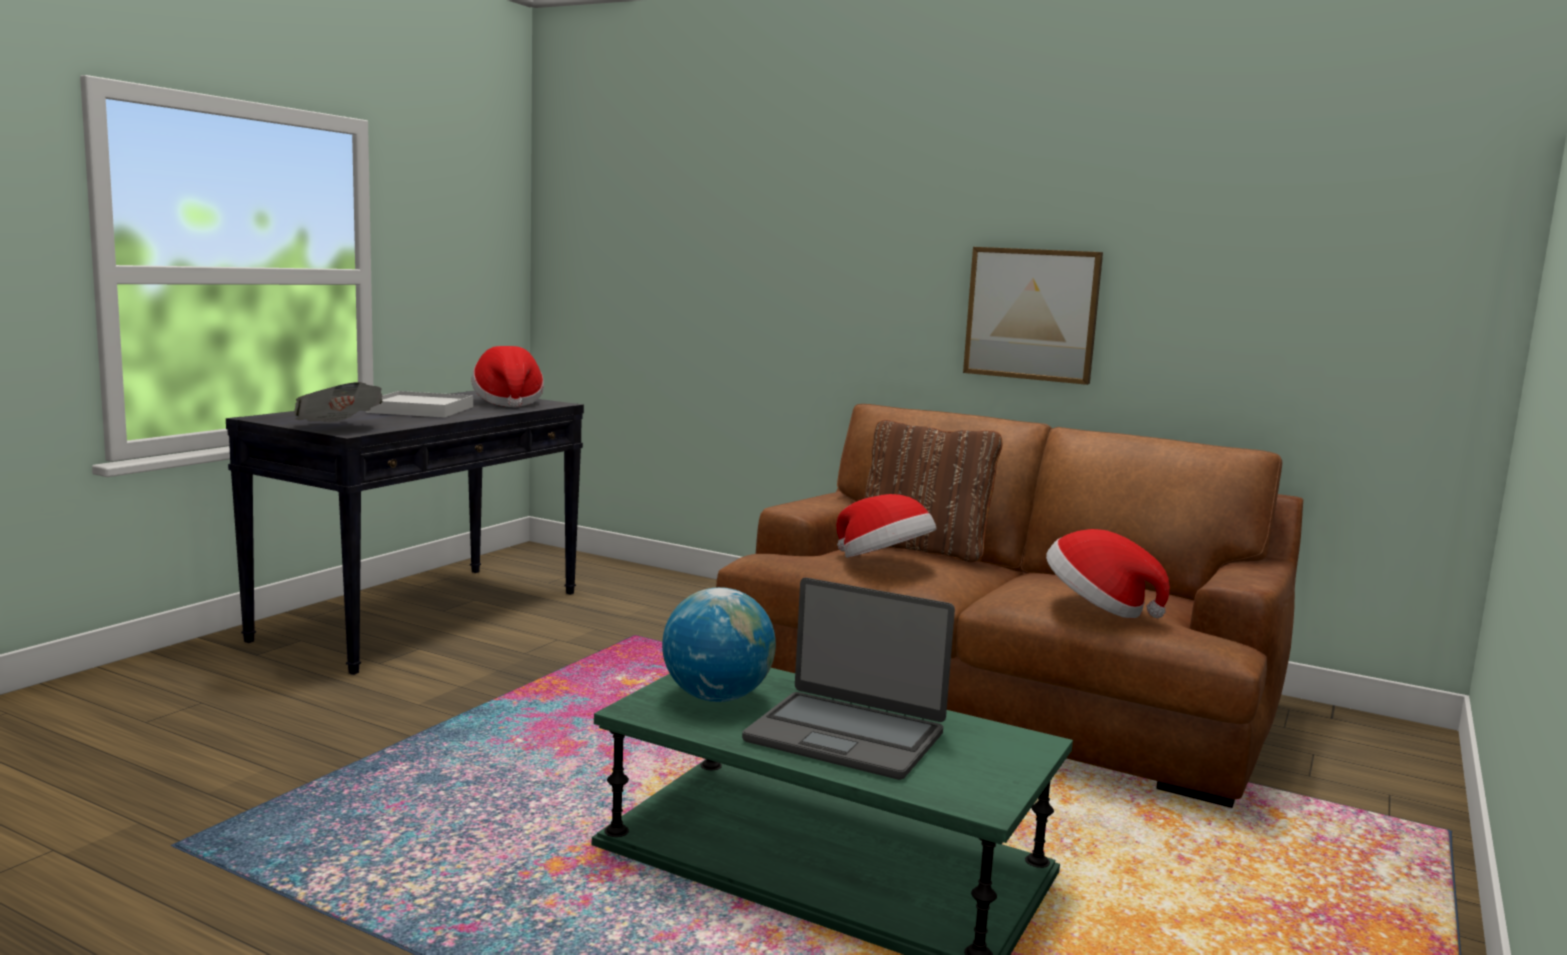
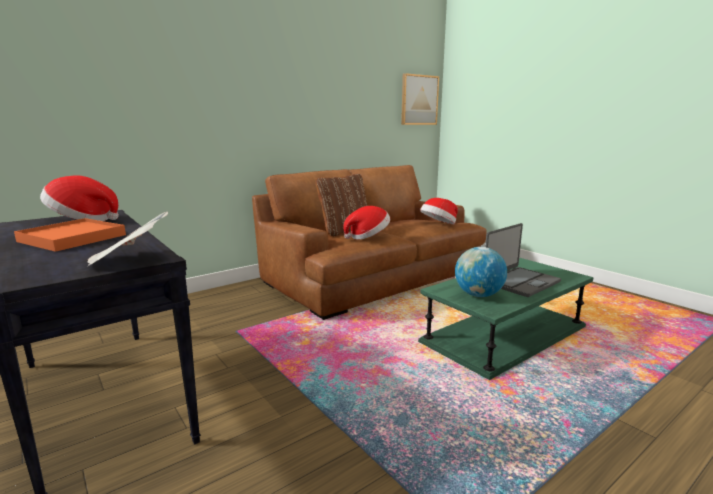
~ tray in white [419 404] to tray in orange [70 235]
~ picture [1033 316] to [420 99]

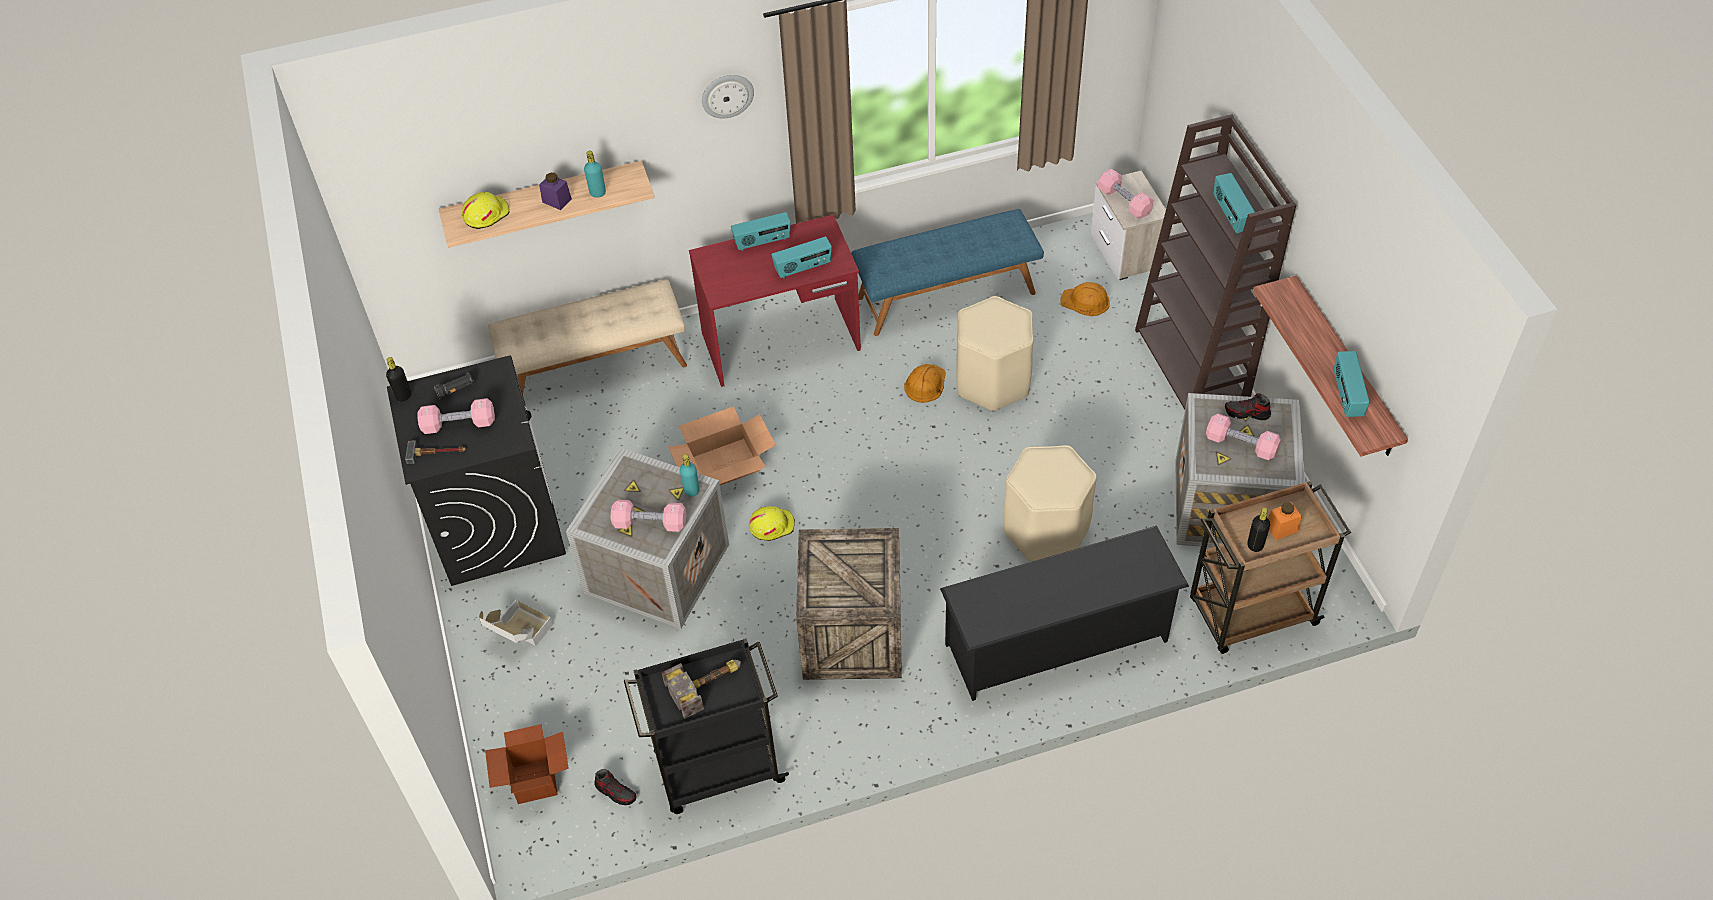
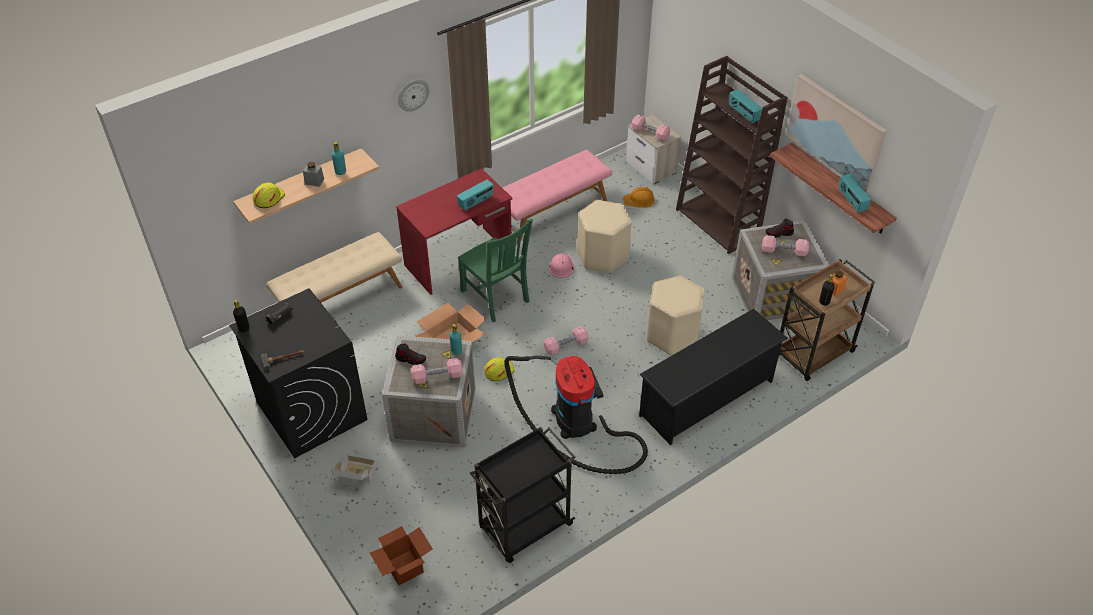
~ jar in purple [555 191] to jar in grey [313 174]
~ shoe [615 787] to [410 354]
+ chair in green [495 270]
~ bench in blue [947 272] to bench in pink [557 197]
~ crate [849 604] to vacuum cleaner [576 414]
~ dumbbell in pink [456 416] to [566 341]
~ hard hat in orange [925 383] to hard hat in pink [561 265]
+ picture [836 133]
- hammer [701 689]
- radio [761 231]

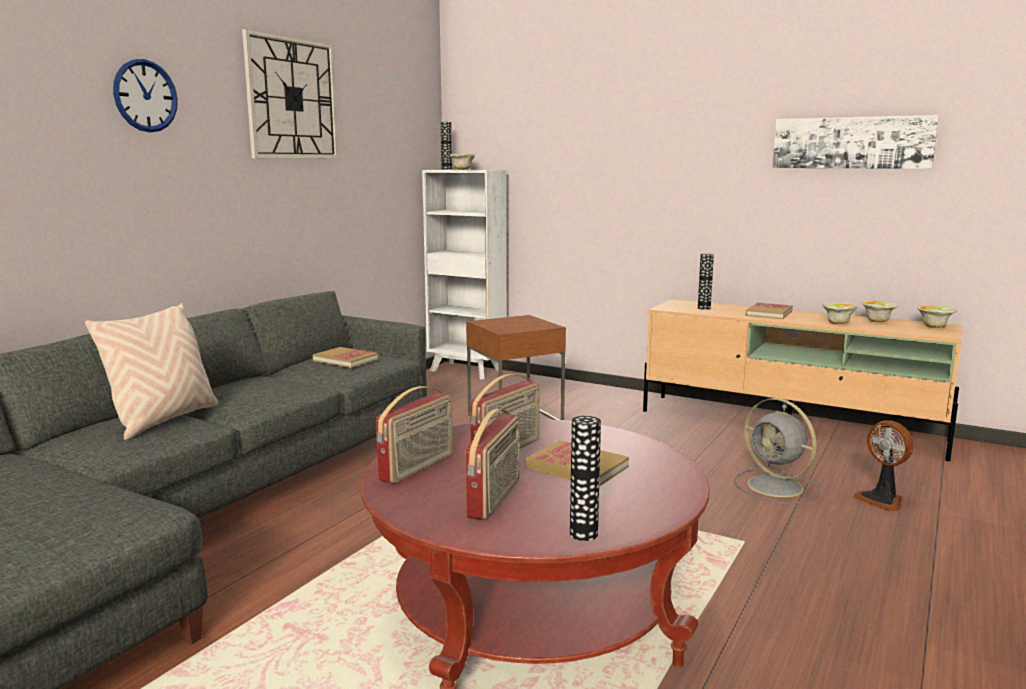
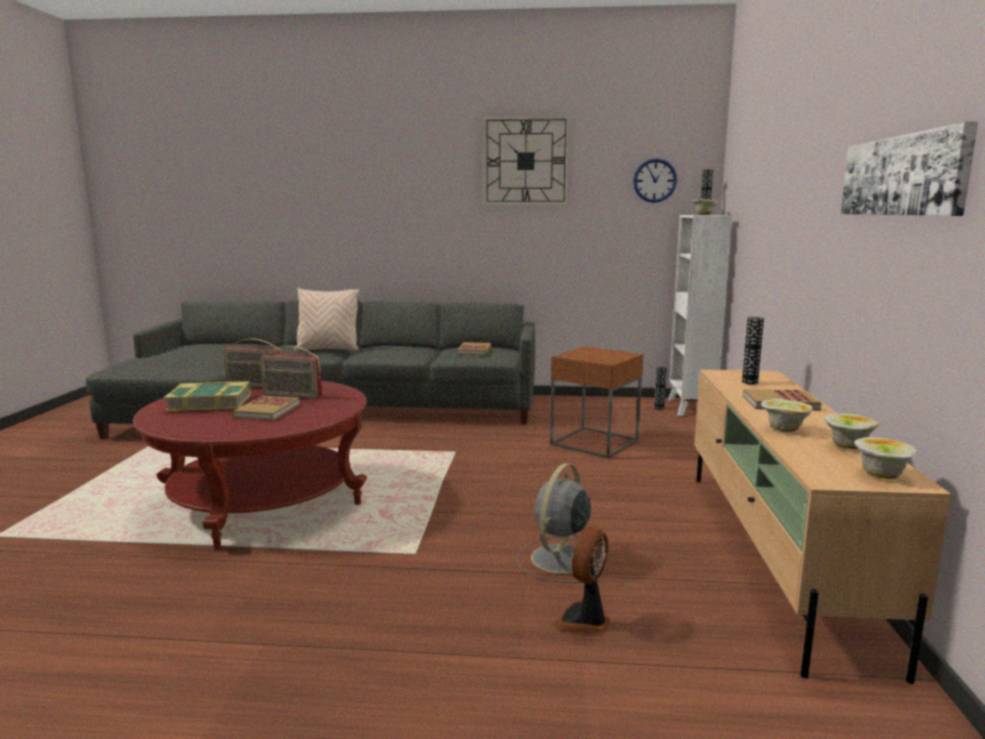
~ radio [492 464] to book [207 396]
~ wall clock [145 95] to [655 180]
~ vase [585 478] to [660 388]

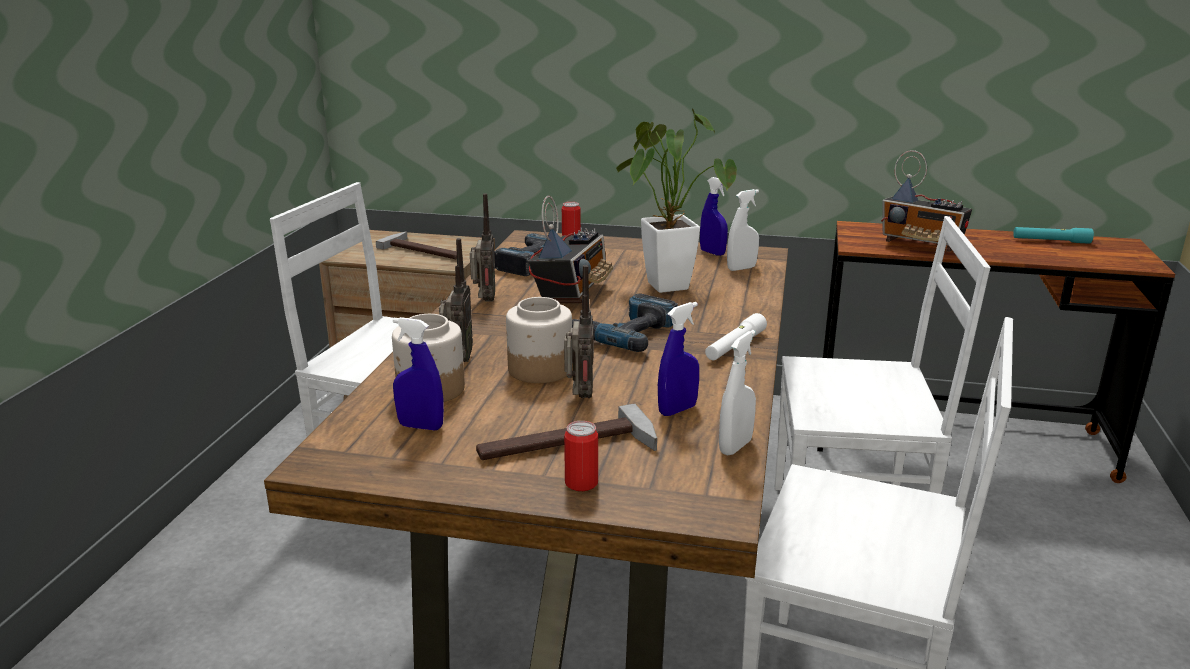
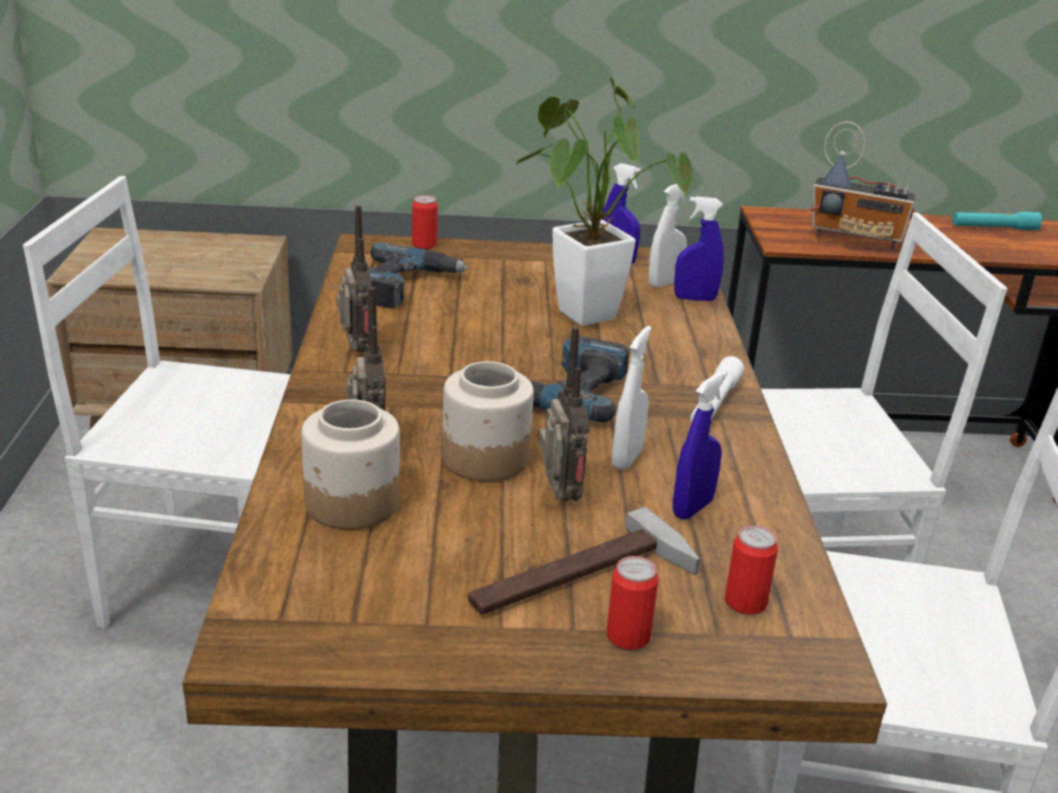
~ spray bottle in white [737 393] to [632 398]
~ spray bottle in blue [418 373] to [699 248]
+ can [751 570]
- hammer [416 245]
- radio [570 249]

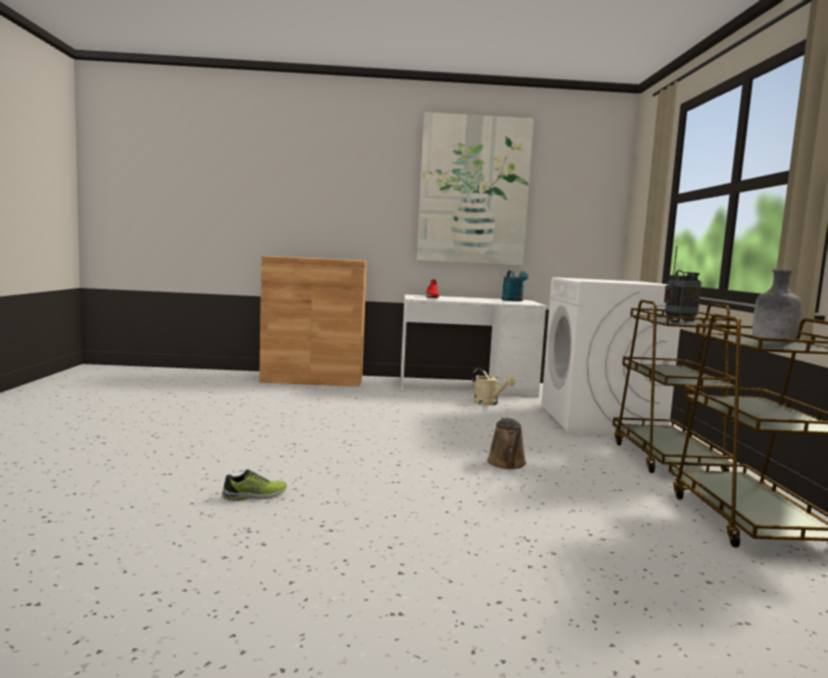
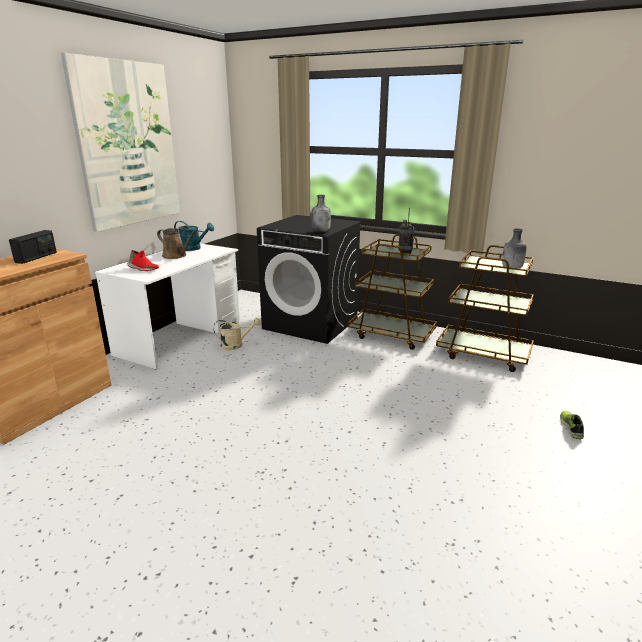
+ radio [33 247]
~ watering can in brown [506 443] to [177 243]
~ washing machine in white [610 356] to washing machine in black [309 279]
+ bottle in grey [321 214]
~ shoe [254 485] to [572 425]

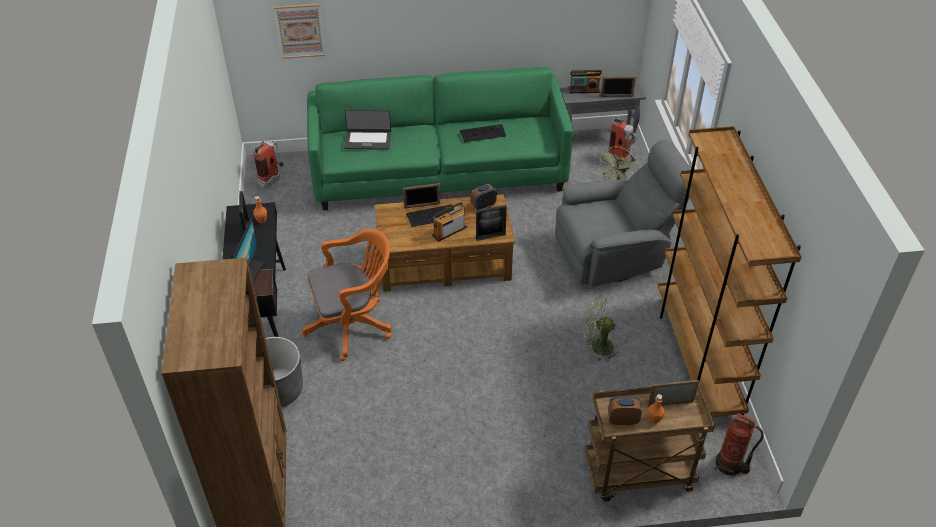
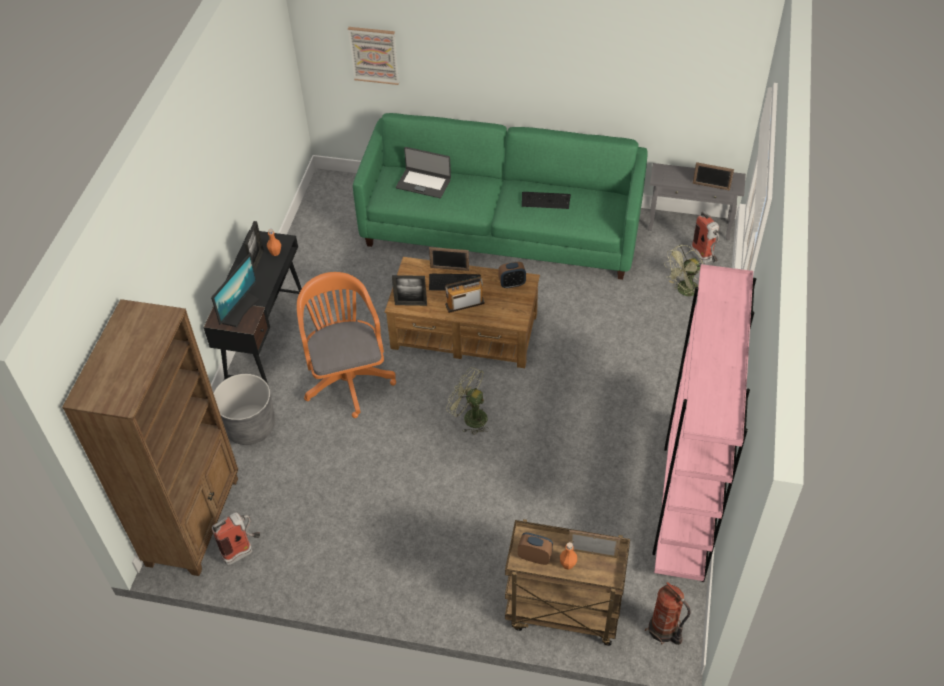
~ fire extinguisher [268 164] to [236 538]
~ office chair in orange [347 294] = [346 345] 105 degrees counterclockwise
~ picture frame [491 223] to [409 290]
~ fan in green [601 329] to [467 401]
~ bookcase in brown [730 271] to bookcase in pink [704 423]
- armchair in grey [623 213]
- radio [585 81]

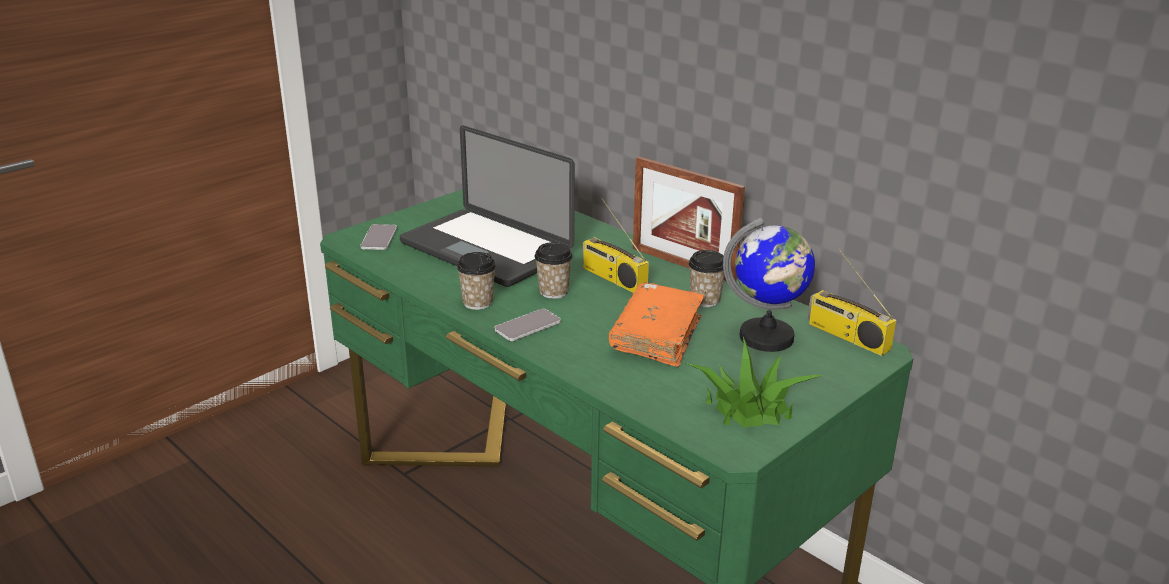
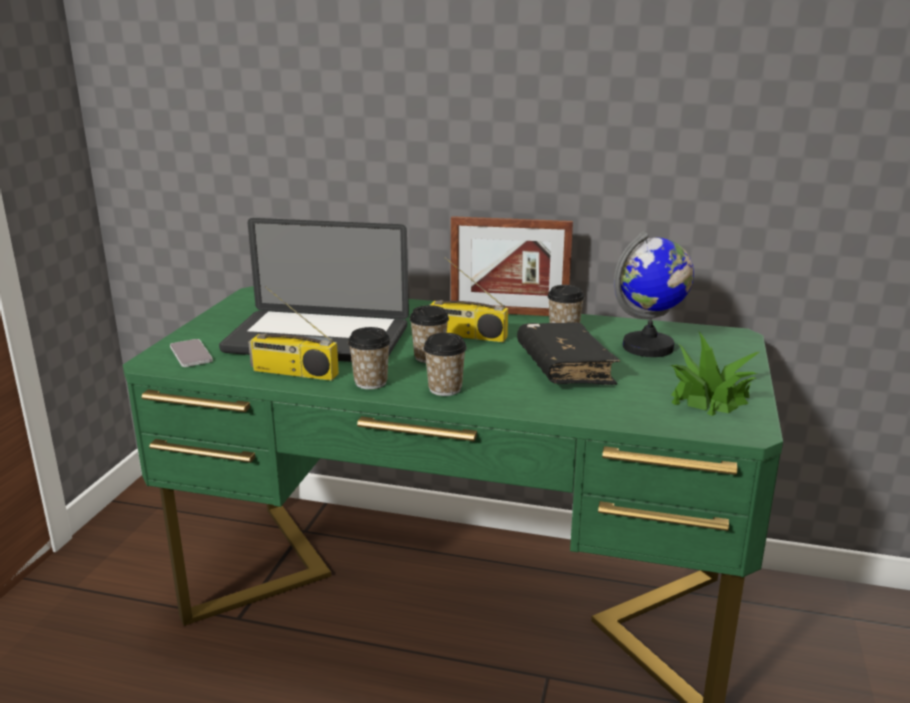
~ radio [852 302] to [293 333]
~ phone [527 325] to cup [445 364]
~ book in orange [656 324] to book in black [568 353]

